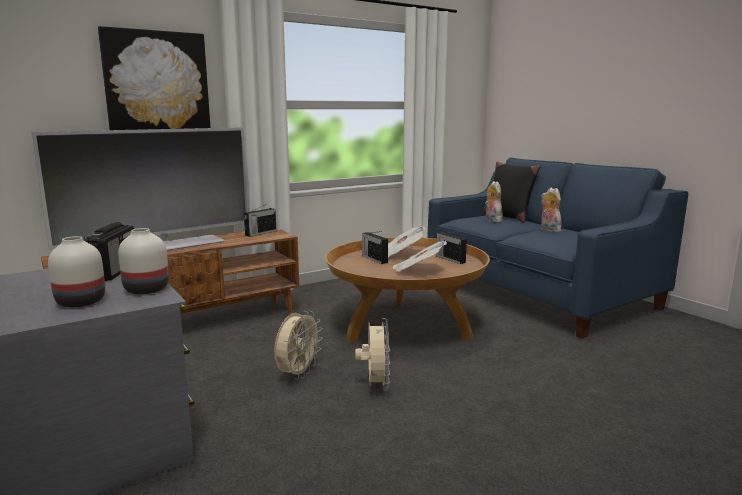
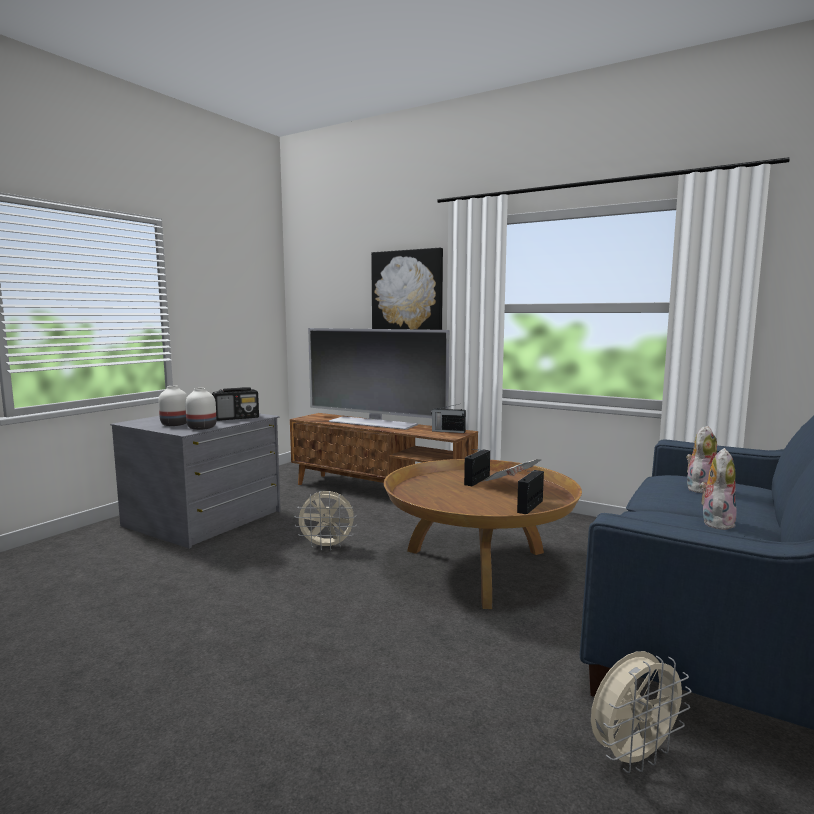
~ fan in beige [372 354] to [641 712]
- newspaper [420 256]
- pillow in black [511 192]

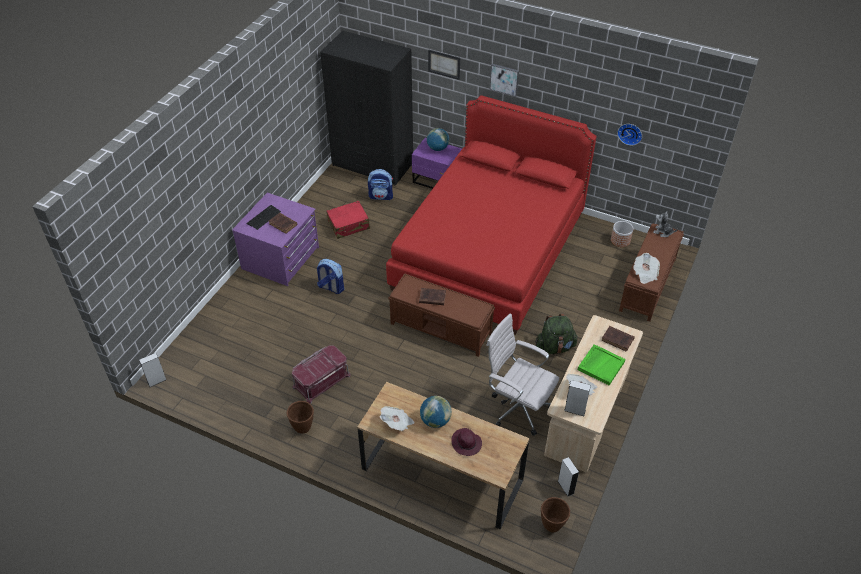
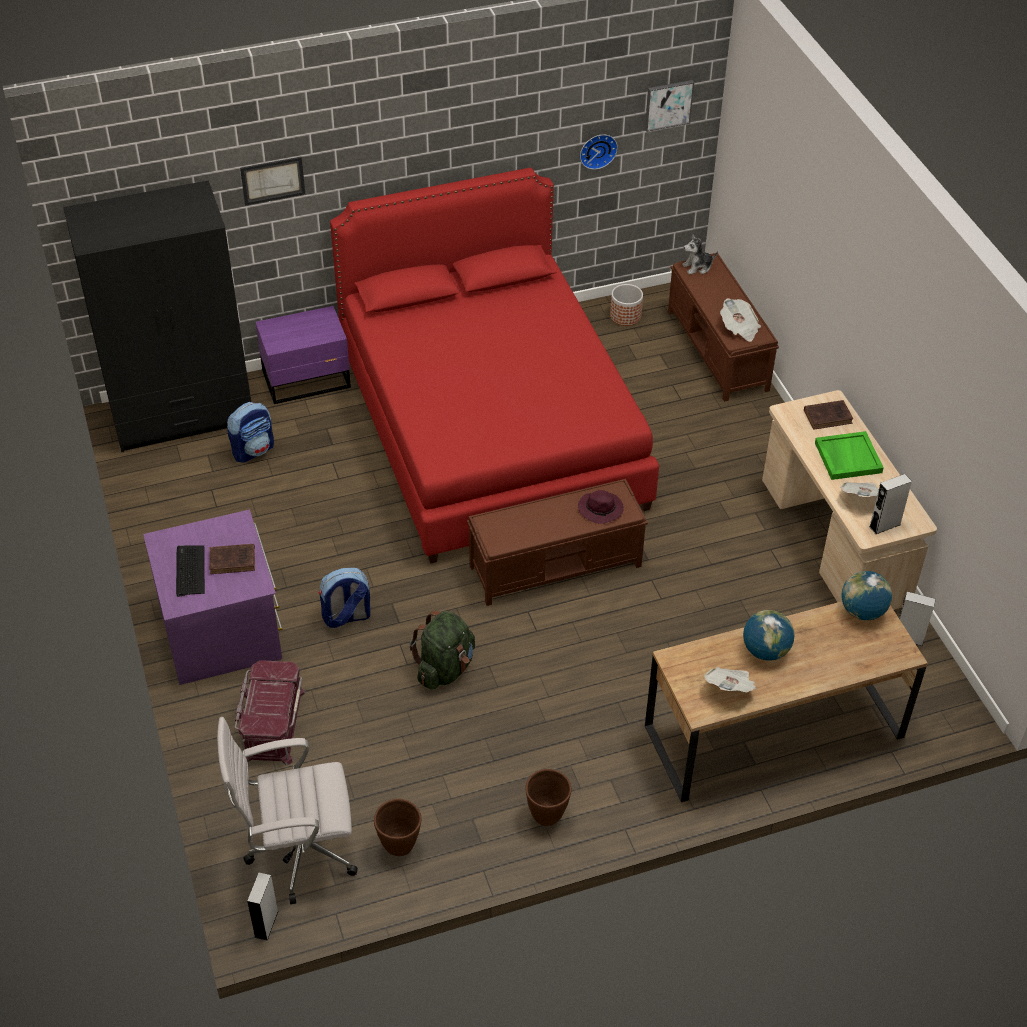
~ office chair in white [522 375] to [287 811]
~ storage box in red [321 374] to [270 712]
~ planter in brown [555 514] to [398 827]
~ backpack in green [556 334] to [442 650]
~ hat in purple [466 442] to [601 507]
~ picture [504 80] to [669 106]
~ globe [438 139] to [866 595]
- suitcase in red [348 220]
- book in brown [432 296]

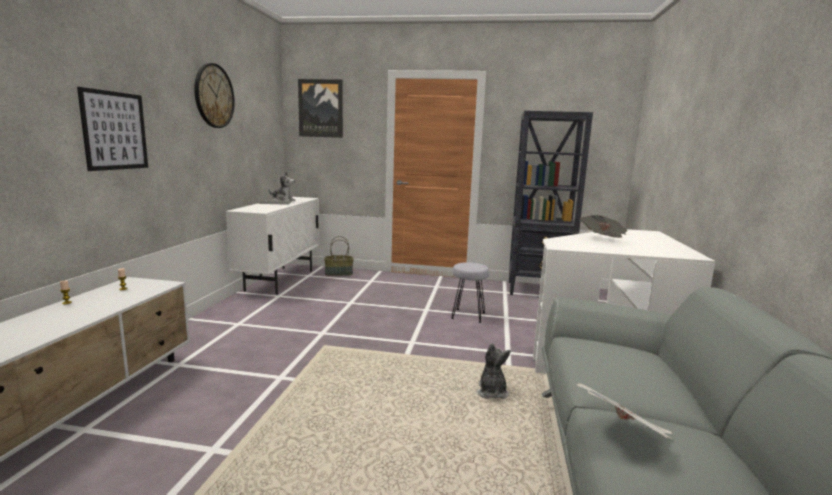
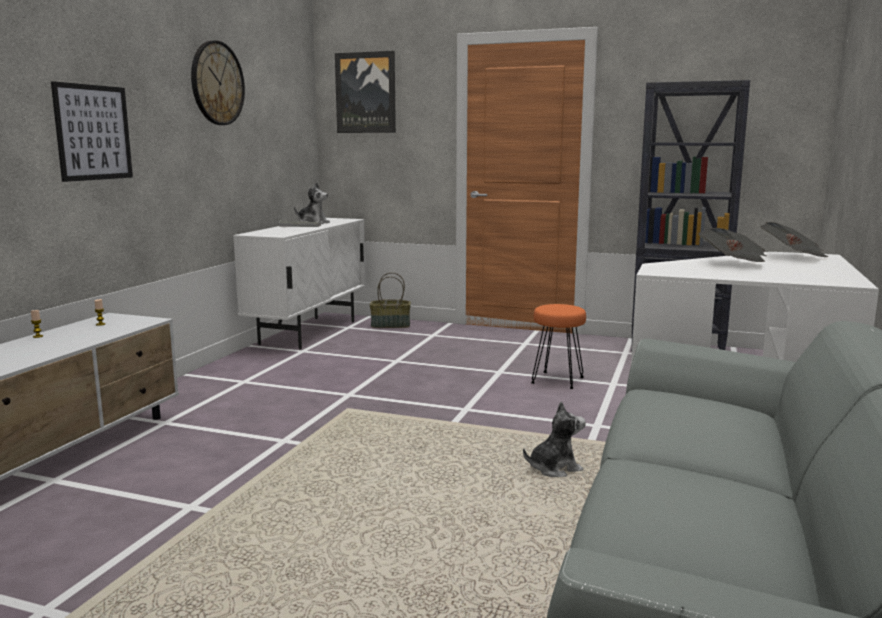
~ plush toy [493 371] = [554 439] 60 degrees clockwise
~ stool in grey [470 292] to stool in orange [558 346]
~ newspaper [624 411] to [794 239]

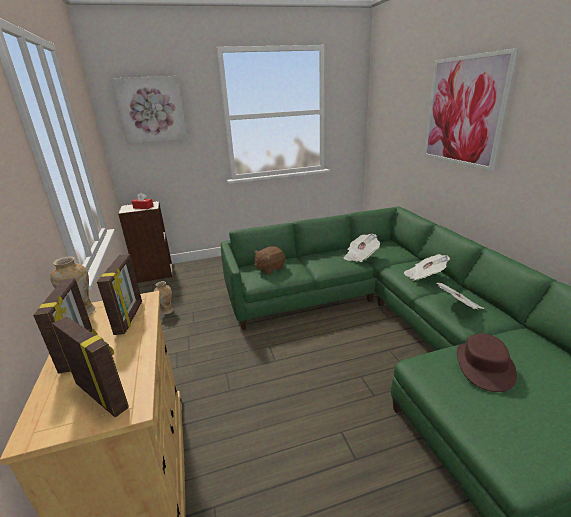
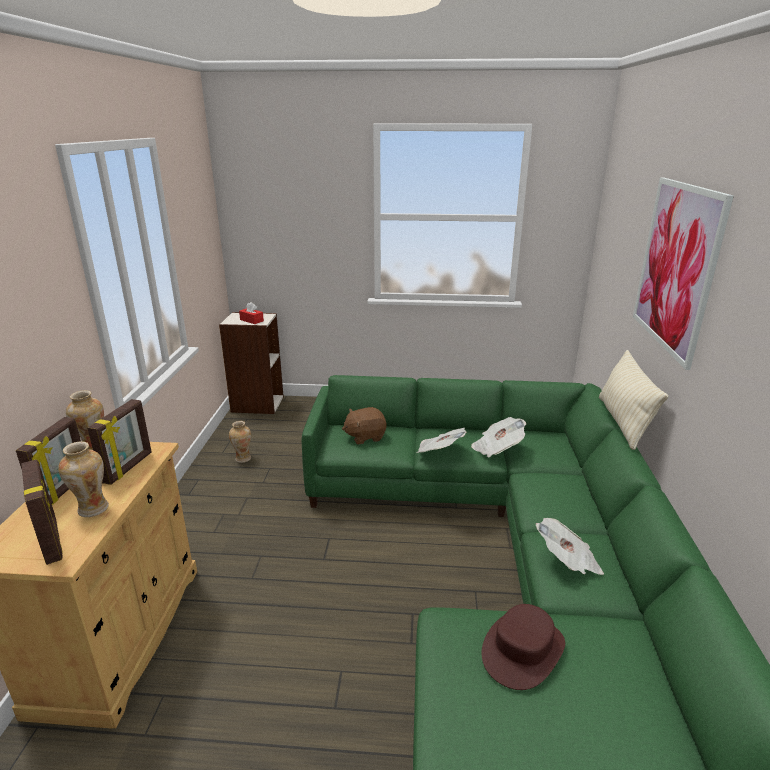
+ vase [83 479]
~ newspaper [427 267] to [441 440]
+ pillow in beige [633 400]
- picture [149 110]

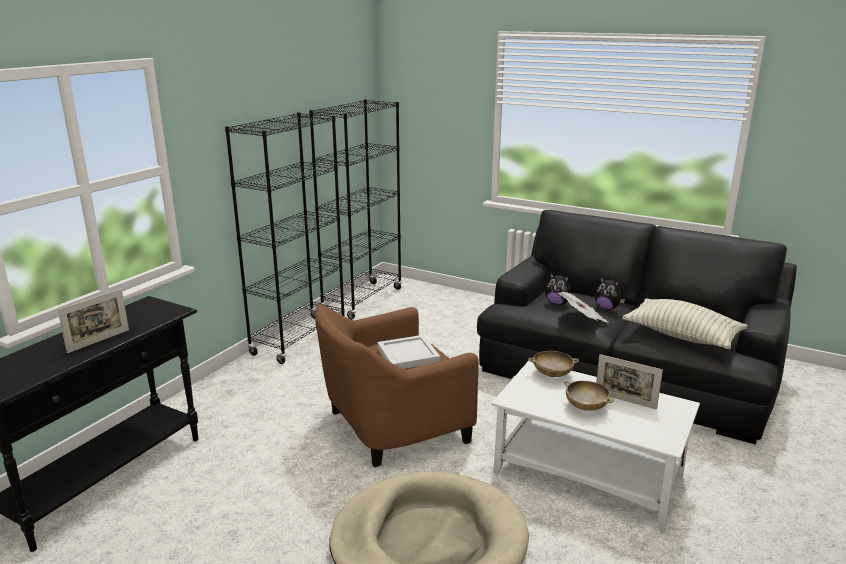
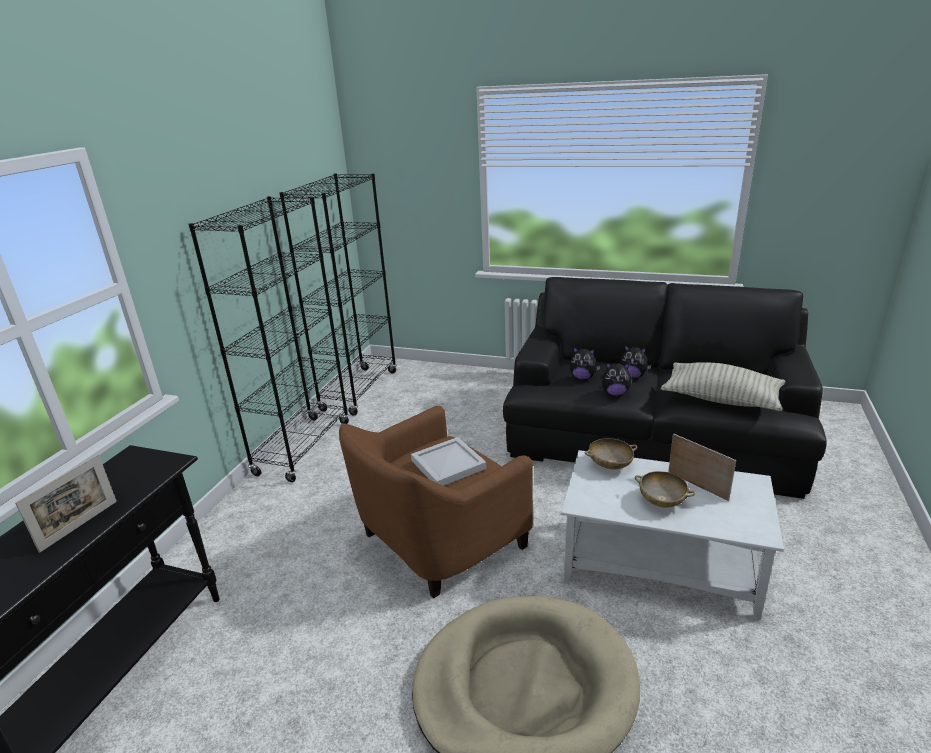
~ newspaper [583 307] to plush toy [617 379]
~ picture frame [629 382] = [702 467] 150 degrees counterclockwise

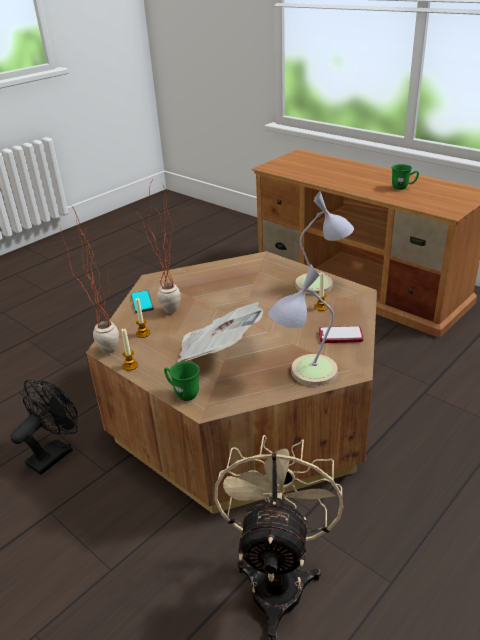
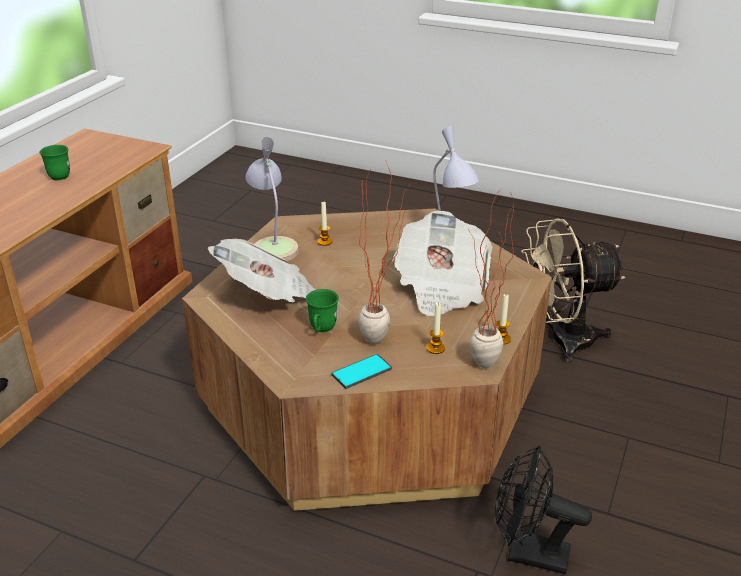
+ newspaper [261 270]
~ mug in green [182 381] to [322 310]
- phone [341 334]

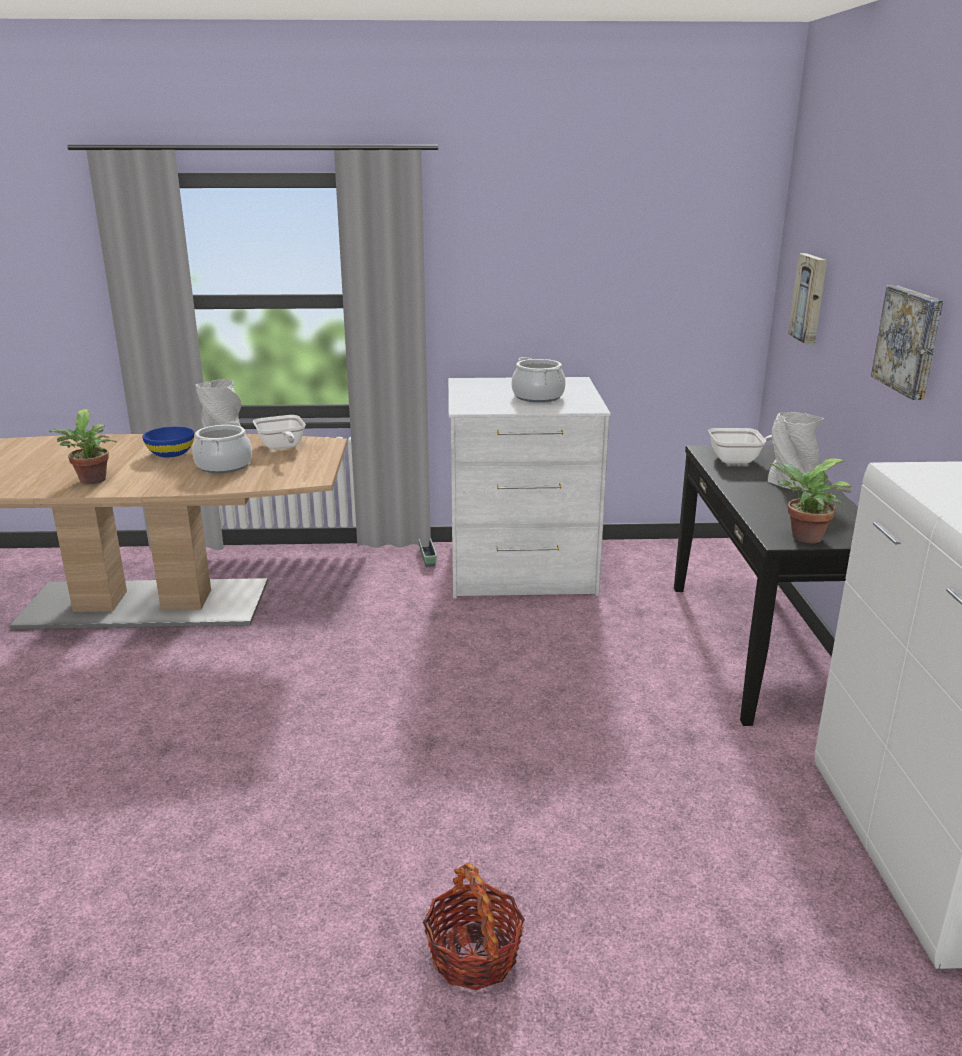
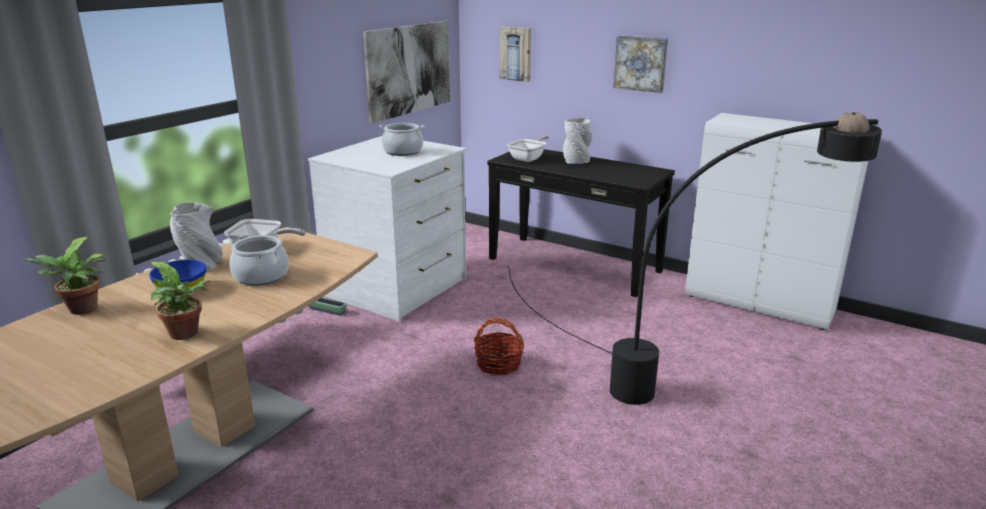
~ potted plant [810 500] to [64 276]
+ picture [406 72]
~ basket [474 926] to [499 347]
+ floor lamp in black [695 258]

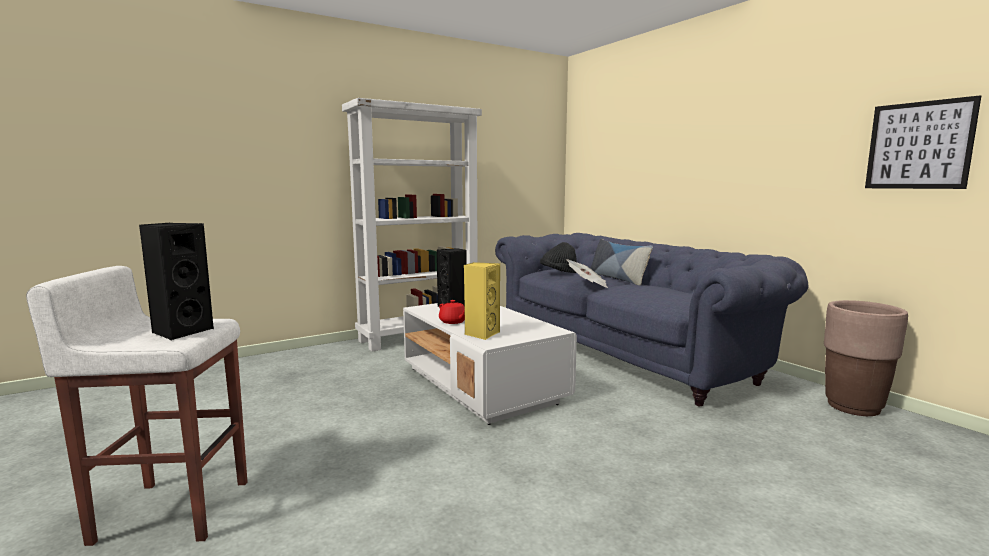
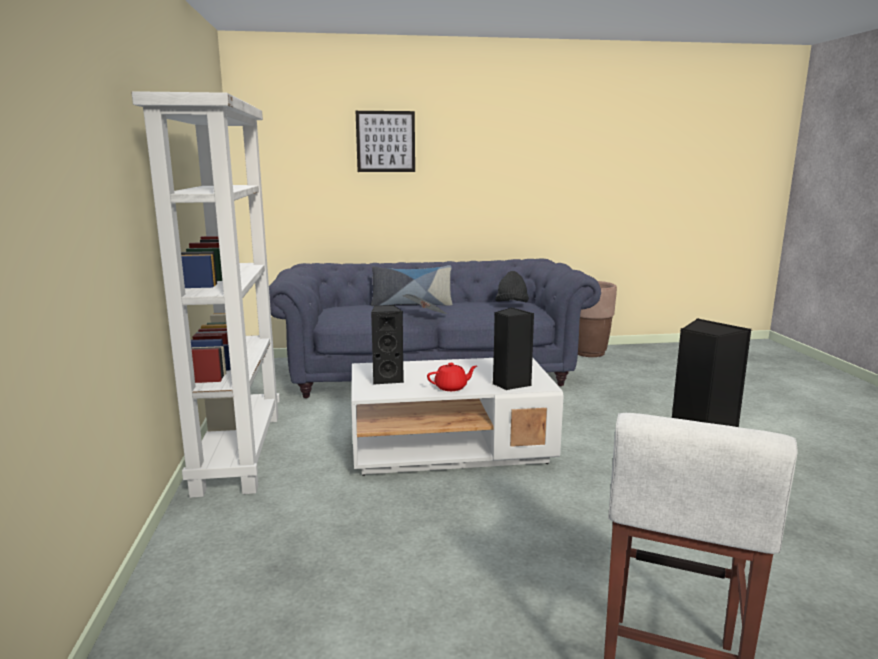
~ picture [923 142] to [385 141]
~ speaker in yellow [482 301] to speaker in black [513 348]
~ hat in black [558 257] to [512 286]

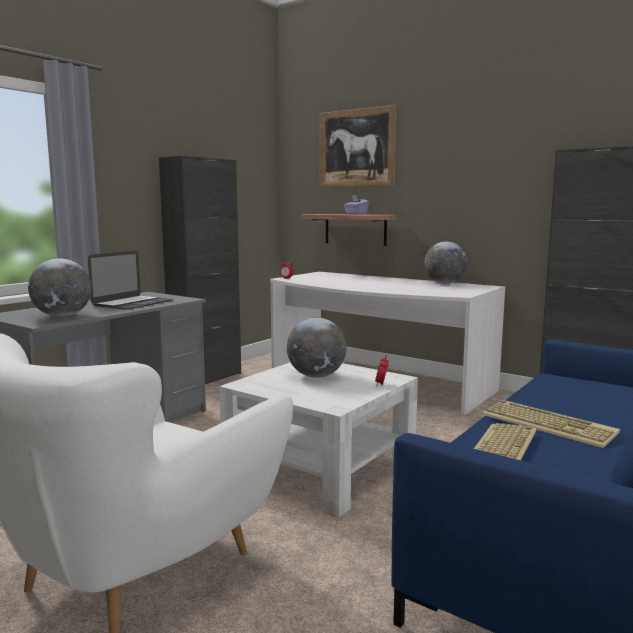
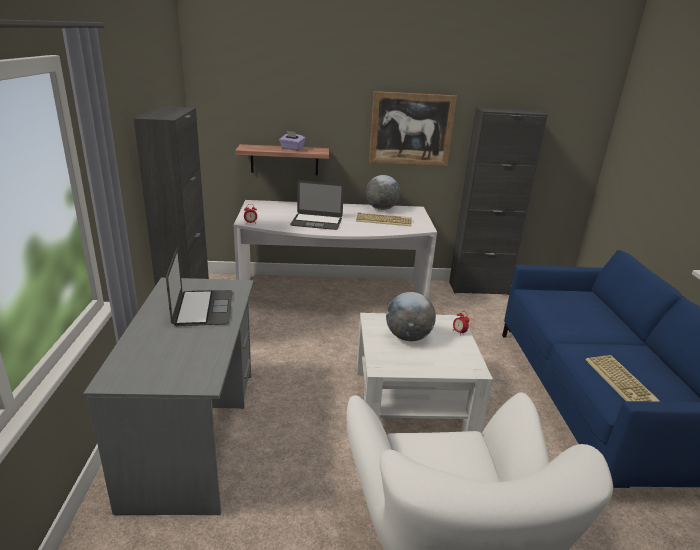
+ laptop [317 205]
~ keyboard [551 424] to [384 219]
~ picture [358 146] to [413 128]
- globe [60 287]

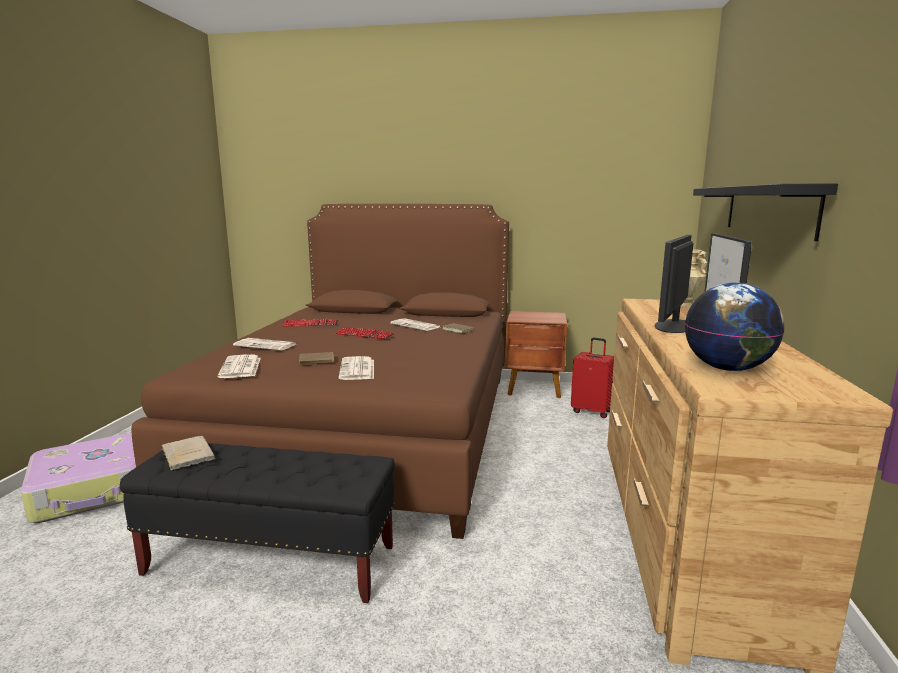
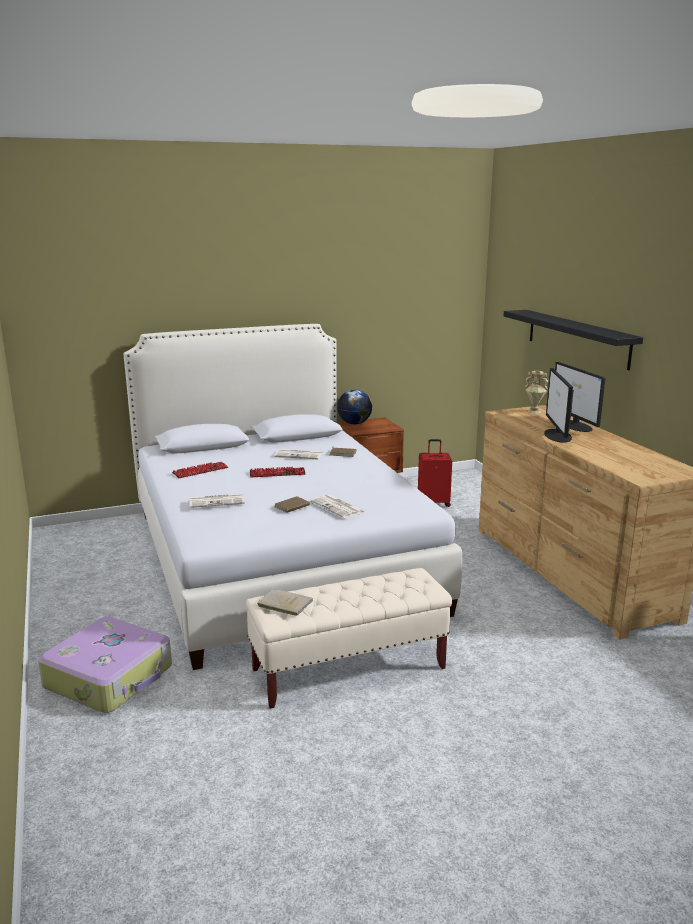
~ bed in brown [320 371] to bed in white [293 497]
~ bench in black [257 523] to bench in beige [349 638]
~ globe [734 326] to [354 406]
- newspaper [239 366]

